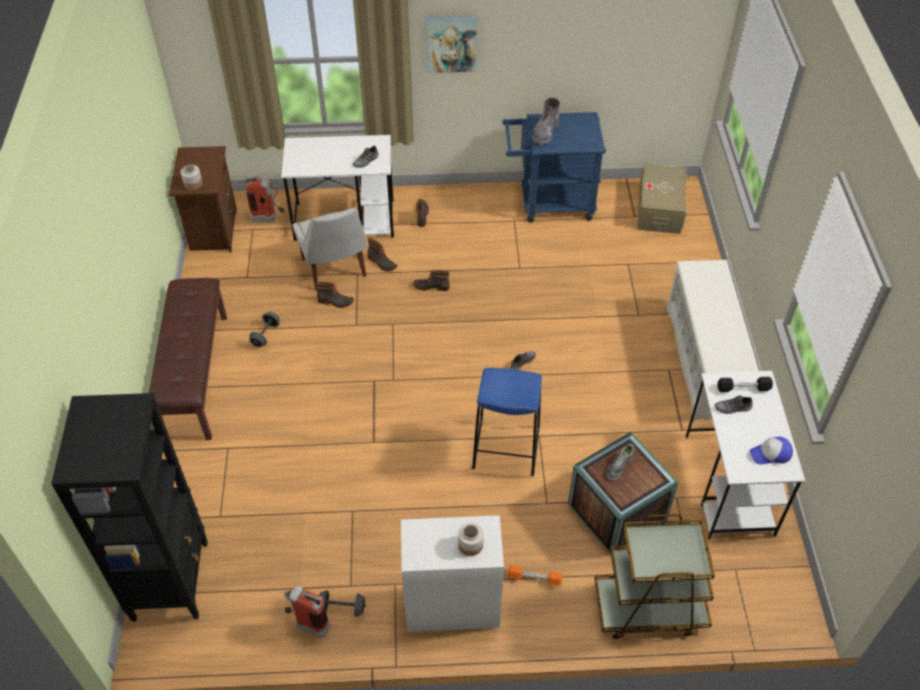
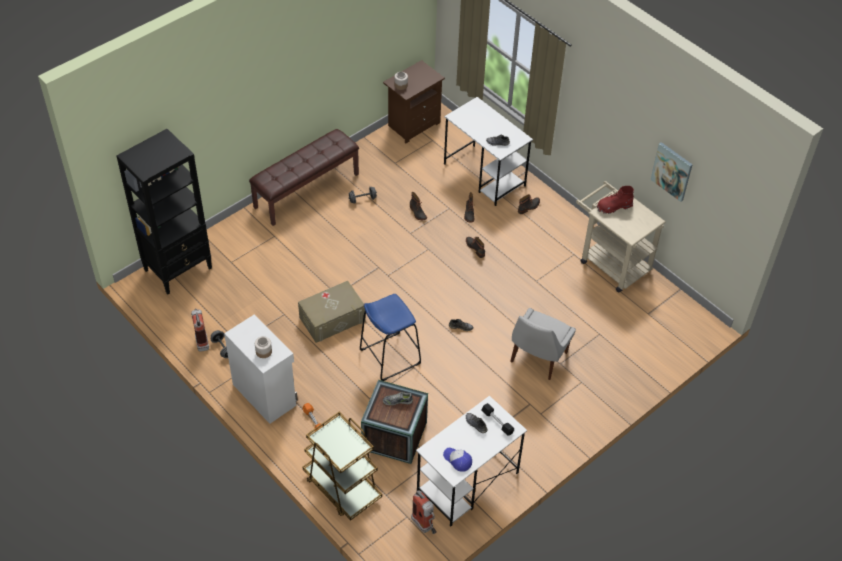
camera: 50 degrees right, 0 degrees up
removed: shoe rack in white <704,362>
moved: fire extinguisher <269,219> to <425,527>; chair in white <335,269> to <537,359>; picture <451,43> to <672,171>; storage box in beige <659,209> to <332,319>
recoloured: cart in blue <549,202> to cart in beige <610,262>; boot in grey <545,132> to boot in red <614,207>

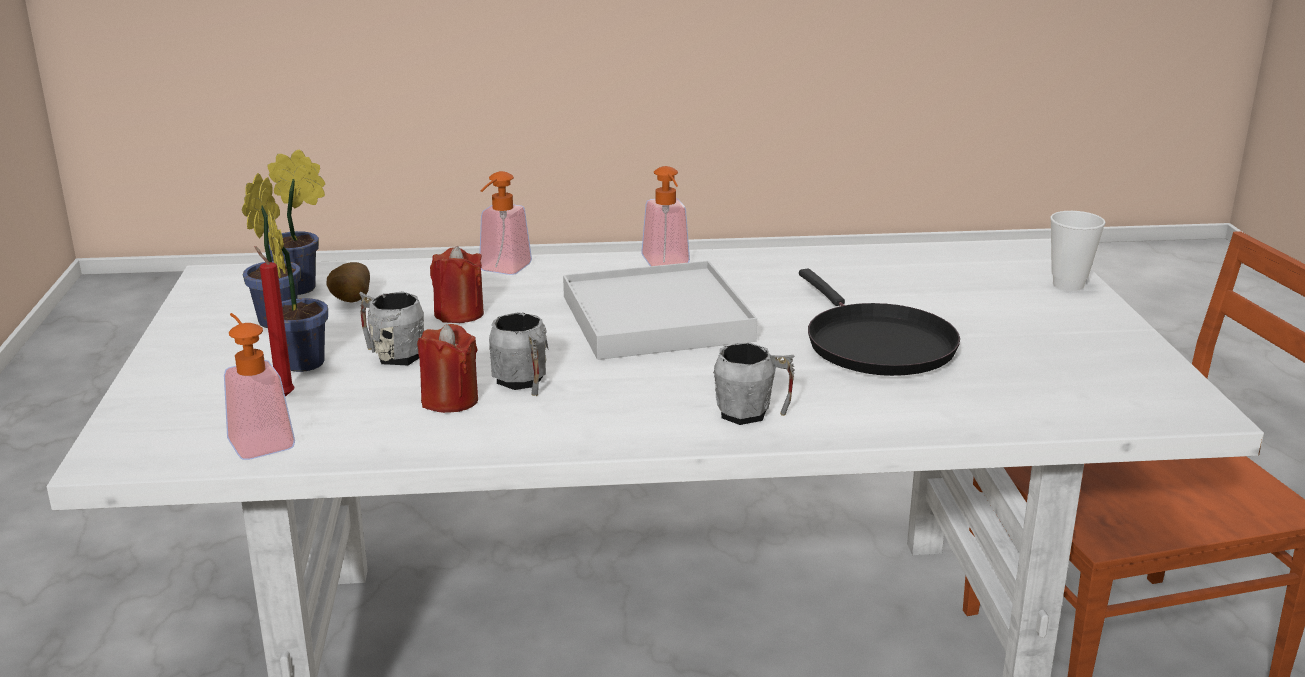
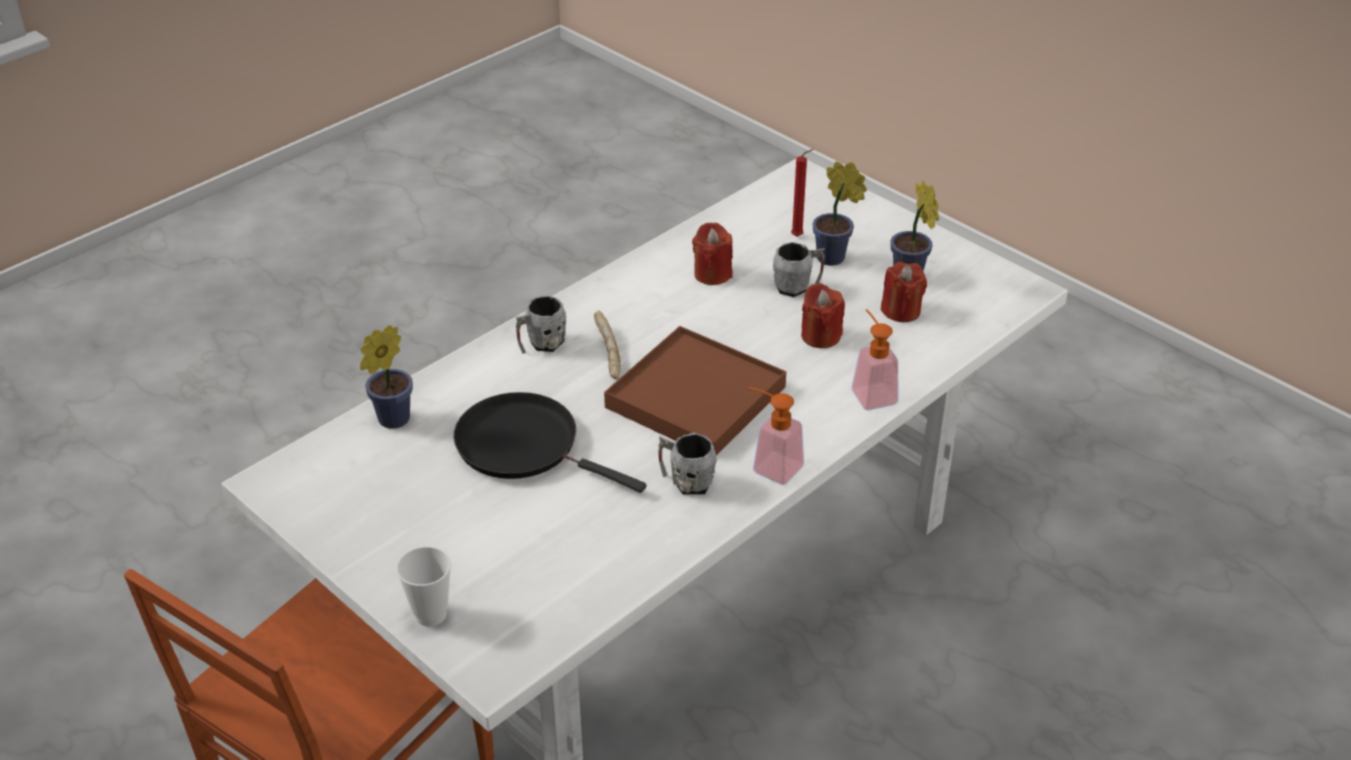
camera: 140 degrees right, 15 degrees up
removed: soap dispenser <258,439>
added: bread <606,352>
moved: potted plant <302,288> to <390,421>; mug in grey <523,383> to <686,481>
replaced: potato <349,303> to candle in red <901,311>
recoloured: tray in white <656,318> to tray in brown <695,397>

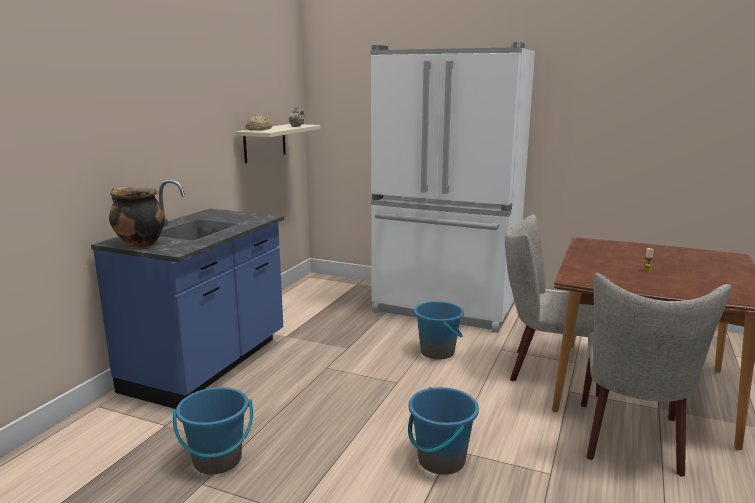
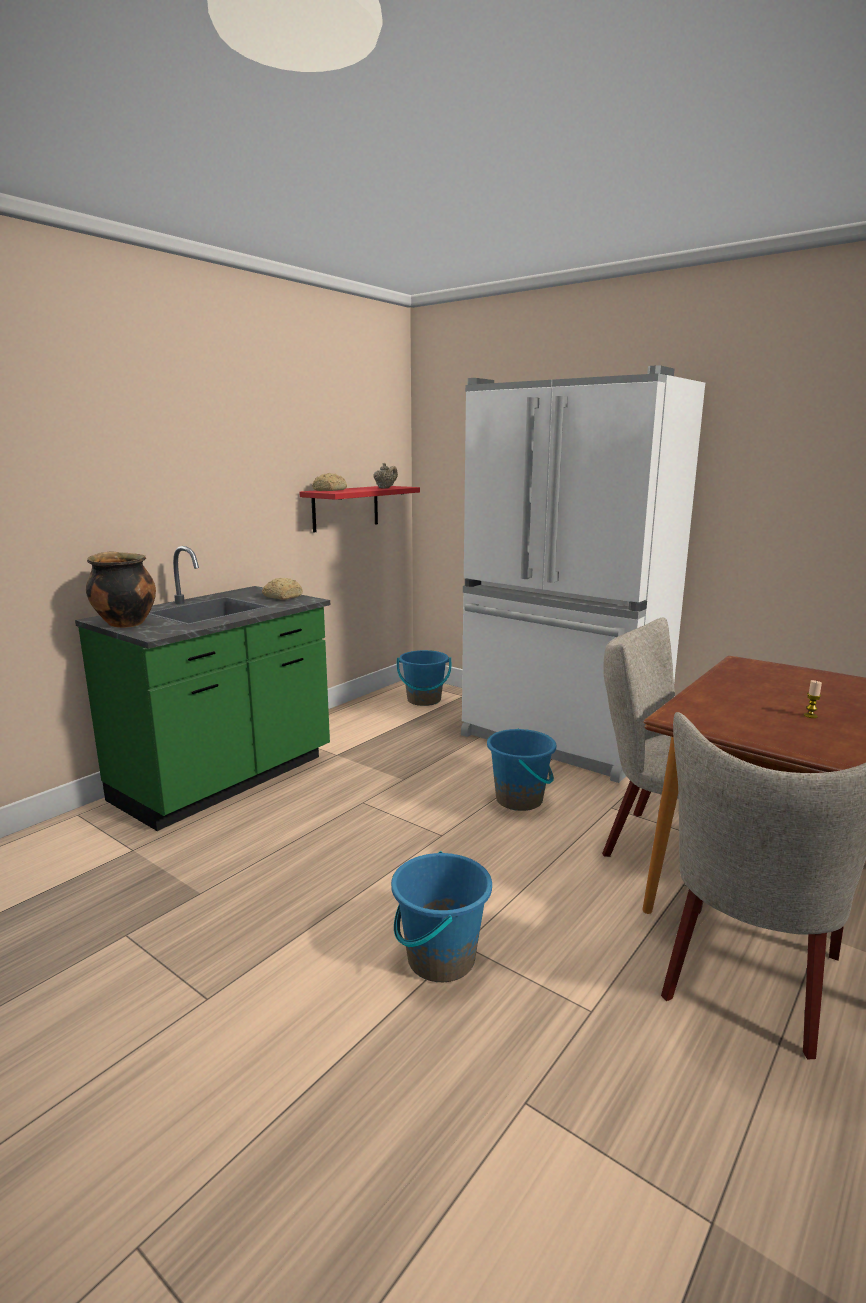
camera: 15 degrees right, 0 degrees up
added: bread <282,597>
moved: bucket in blue <217,460> to <424,700>
recoloured: counter in blue <208,365> to counter in green <226,780>; shelf in beige <265,143> to shelf in red <345,508>

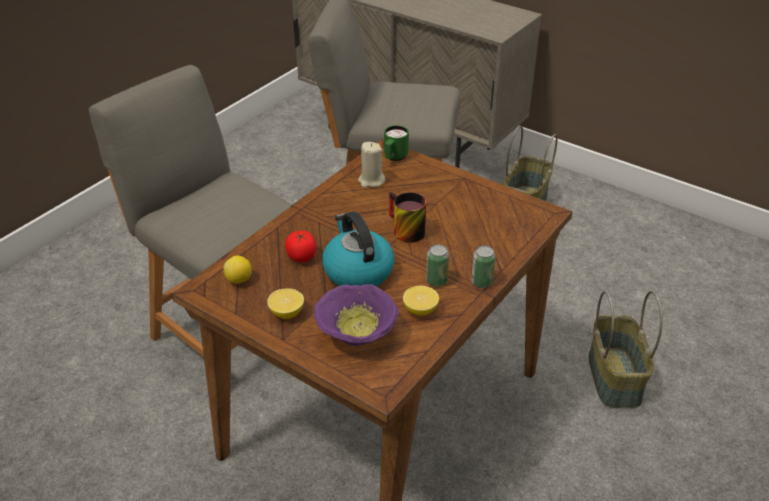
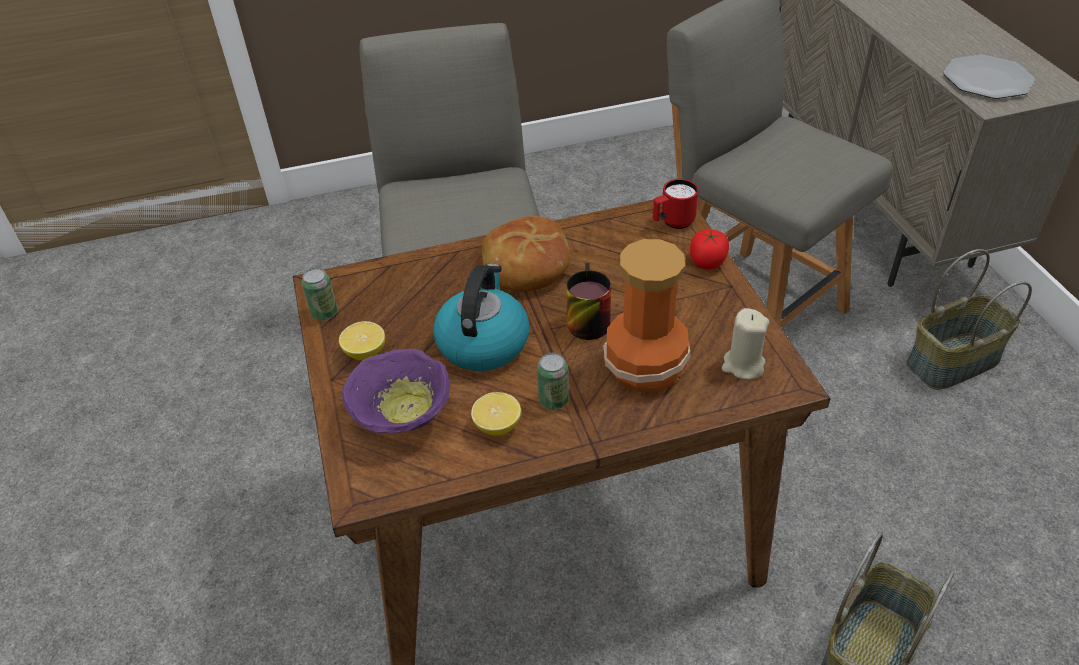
camera: 40 degrees right, 5 degrees up
removed: lemon <239,280>
added: bread <526,266>; vase <646,368>; plate <987,79>
moved: tomato <301,256> to <707,262>; candle in beige <371,181> to <743,365>; can <481,282> to <324,313>
recoloured: mug in green <394,158> to mug in red <672,223>

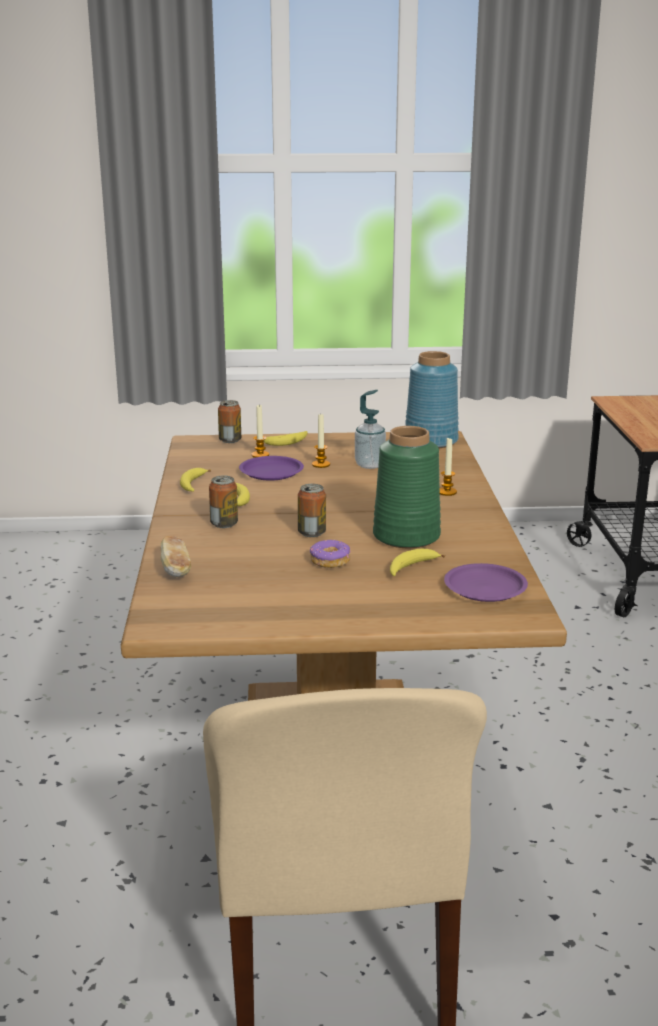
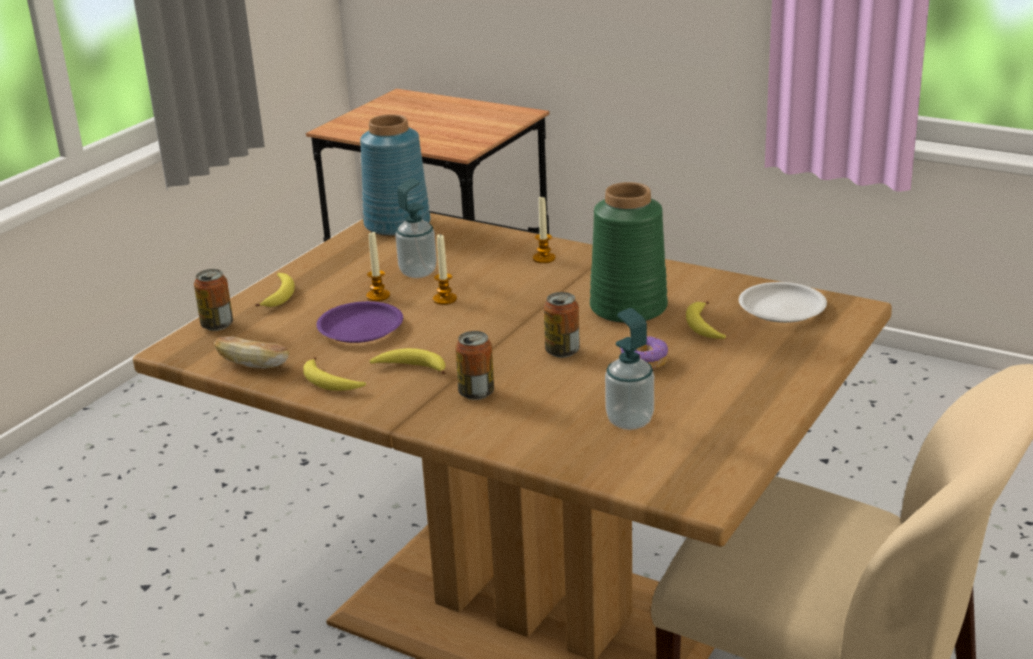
camera: 55 degrees left, 5 degrees up
added: soap dispenser <629,421>
moved: bread <176,569> to <253,365>; candle <260,455> to <444,299>
recoloured: plate in purple <486,588> to plate in white <782,308>

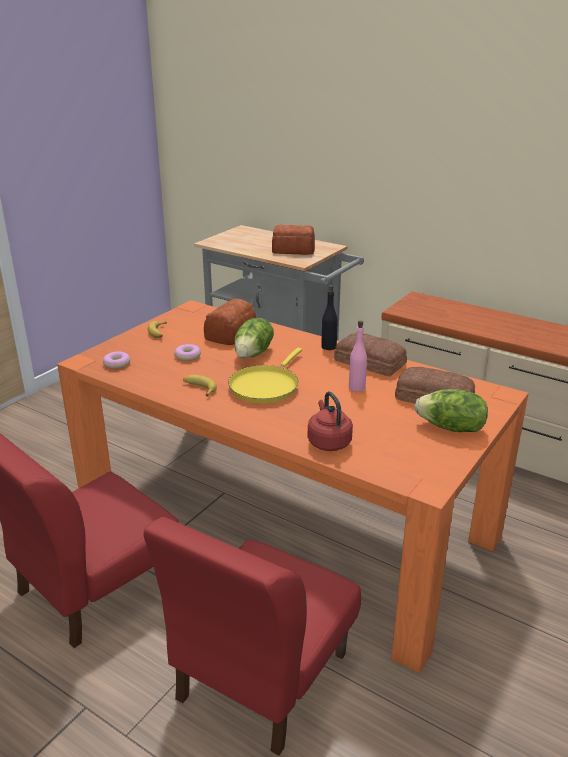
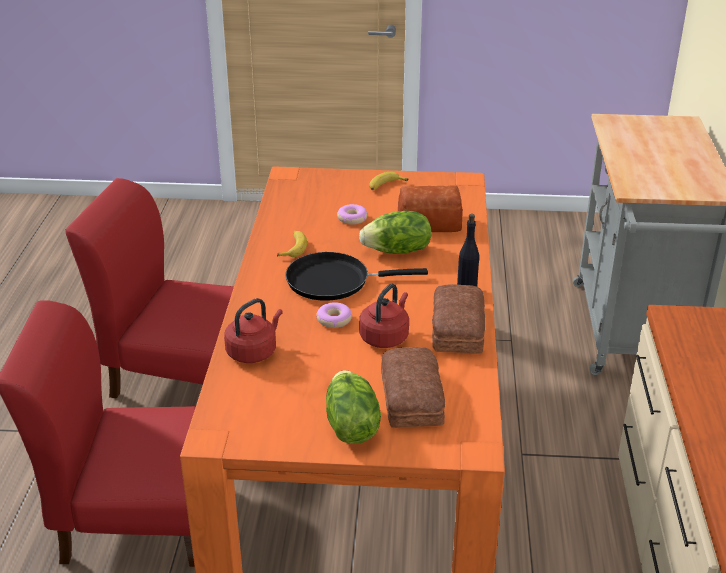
camera: 60 degrees right, 5 degrees up
removed: bread <294,250>
moved: donut <117,364> to <334,320>
replaced: bottle in pink <357,387> to kettle in red <385,337>
recoloured: frying pan in yellow <266,386> to frying pan in black <334,281>

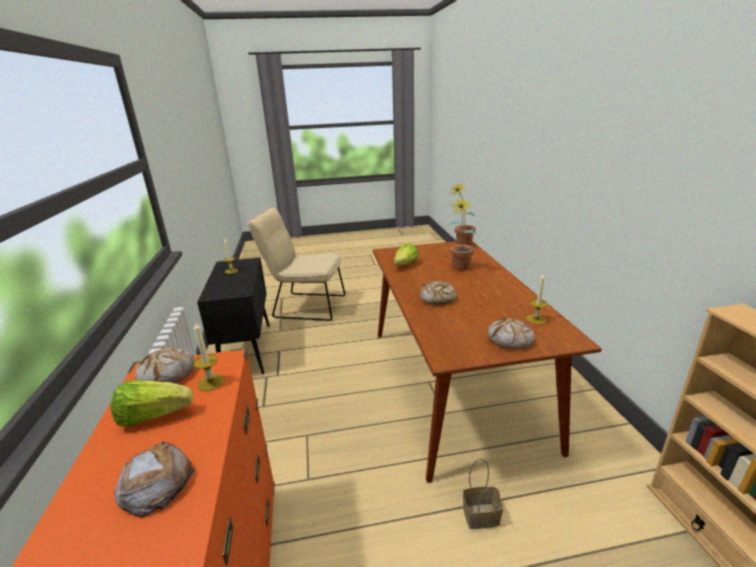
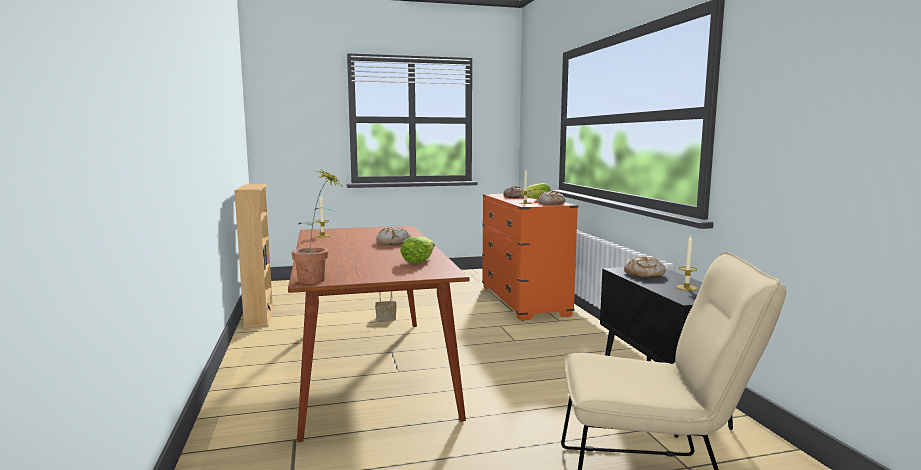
camera: 175 degrees right, 15 degrees down
removed: potted plant <460,269>
moved: bread <510,339> to <643,274>

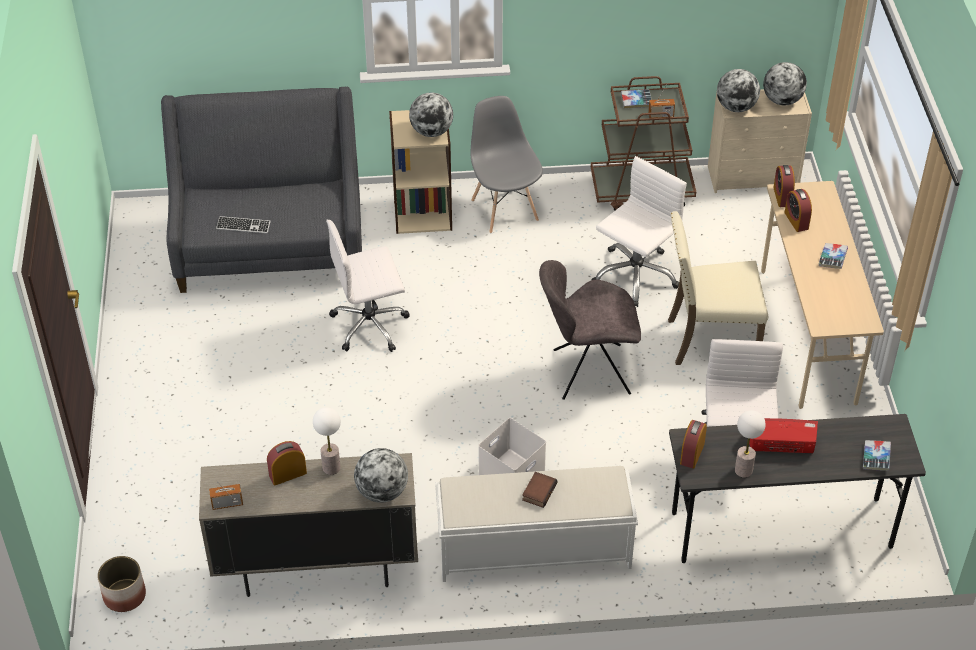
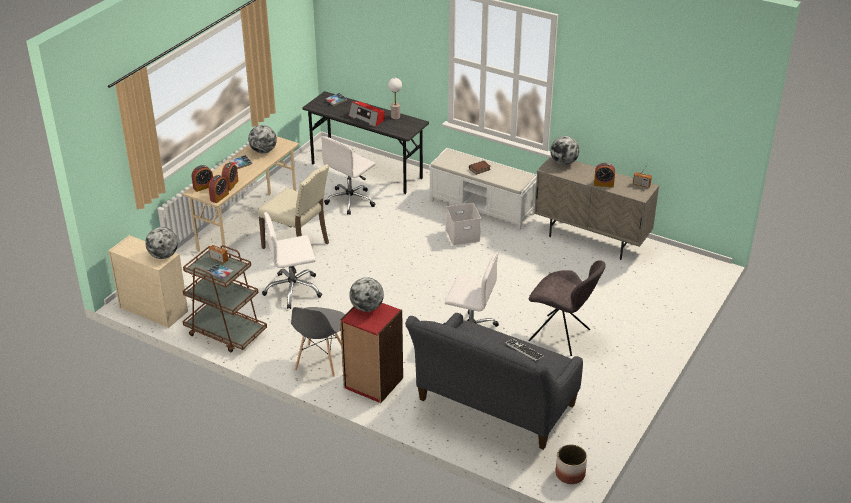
camera: 145 degrees left, 10 degrees down
removed: table lamp <331,468>
moved: planter <124,595> to <570,474>; chair in grey <587,372> to <561,336>; alarm clock <692,454> to <203,187>; globe <782,100> to <263,151>
recoloured: bookcase in beige <422,213> to bookcase in red <373,383>

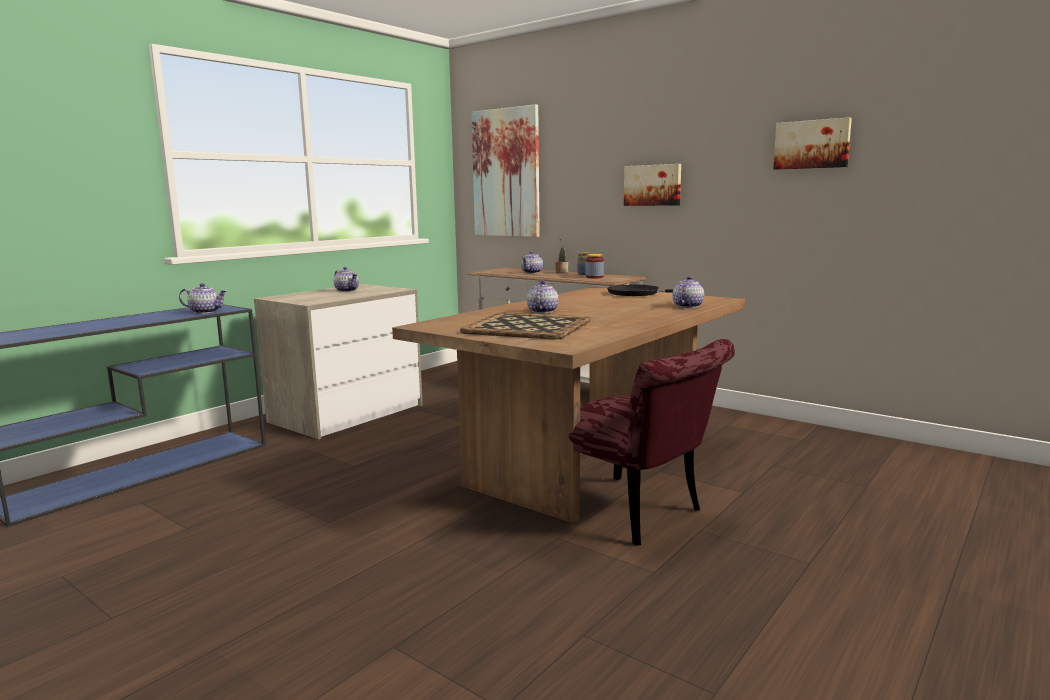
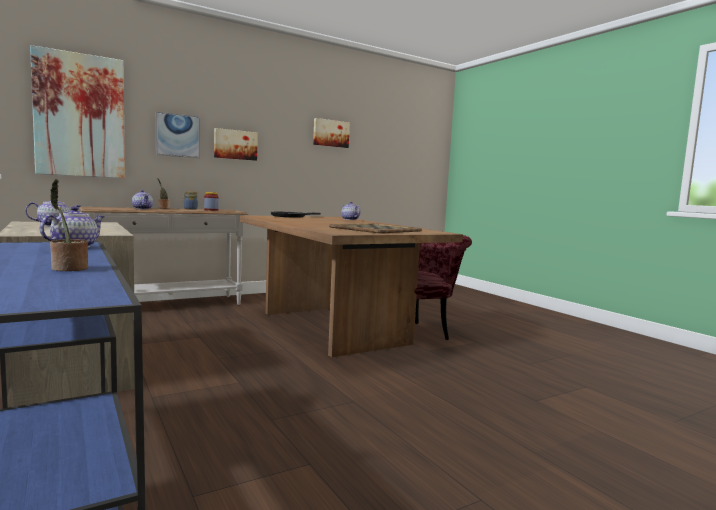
camera: 70 degrees left, 5 degrees down
removed: teapot <542,311>
added: potted plant <68,269>; picture <177,135>

